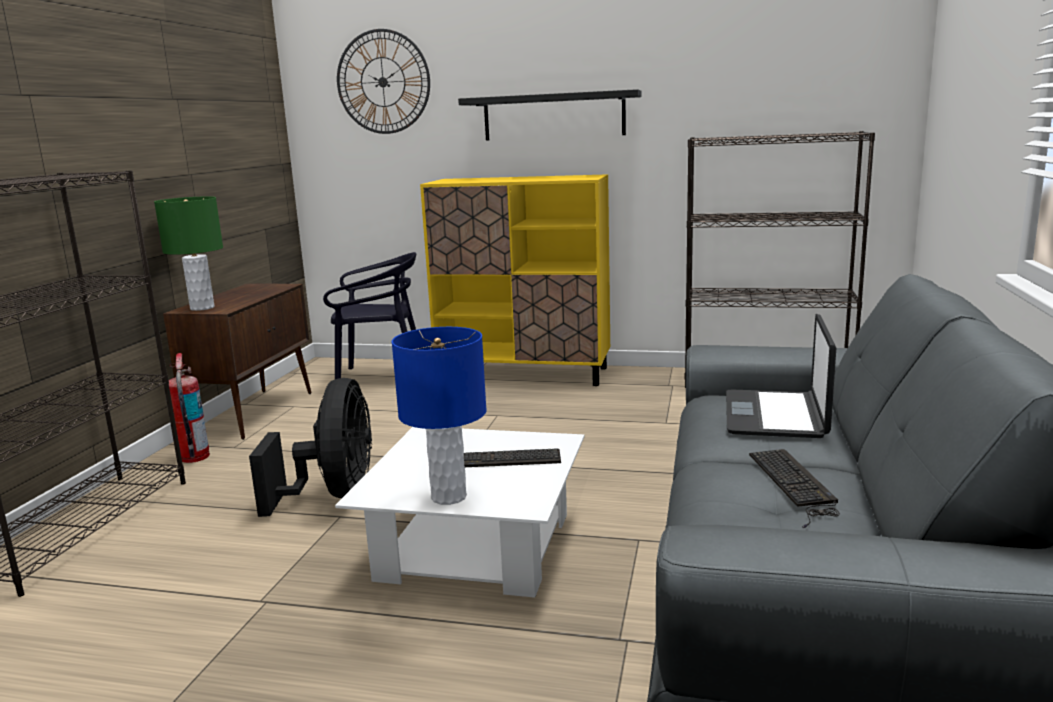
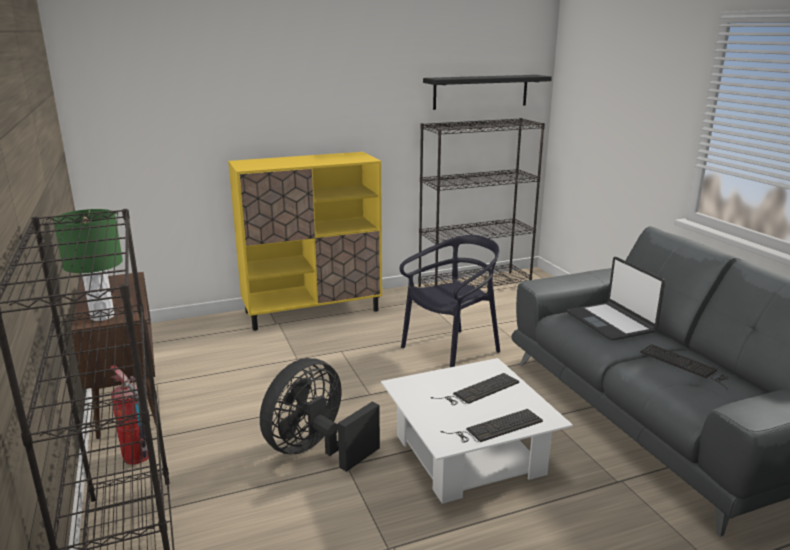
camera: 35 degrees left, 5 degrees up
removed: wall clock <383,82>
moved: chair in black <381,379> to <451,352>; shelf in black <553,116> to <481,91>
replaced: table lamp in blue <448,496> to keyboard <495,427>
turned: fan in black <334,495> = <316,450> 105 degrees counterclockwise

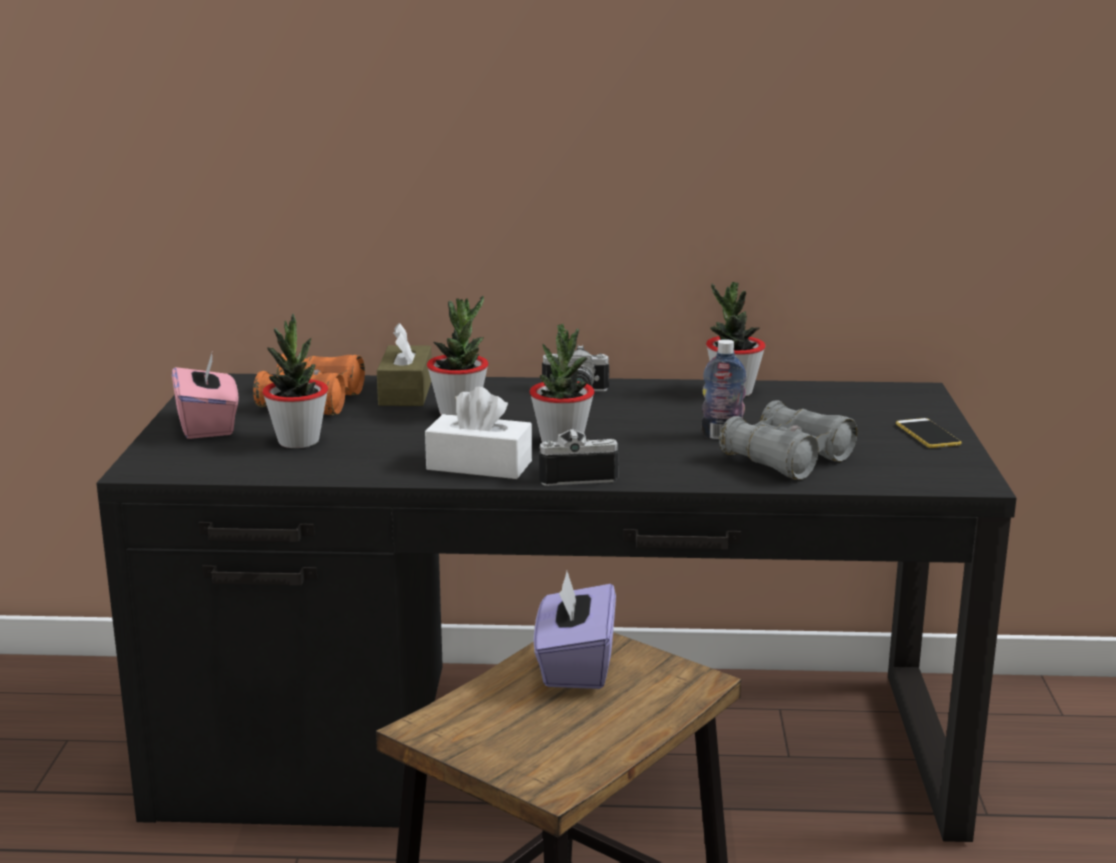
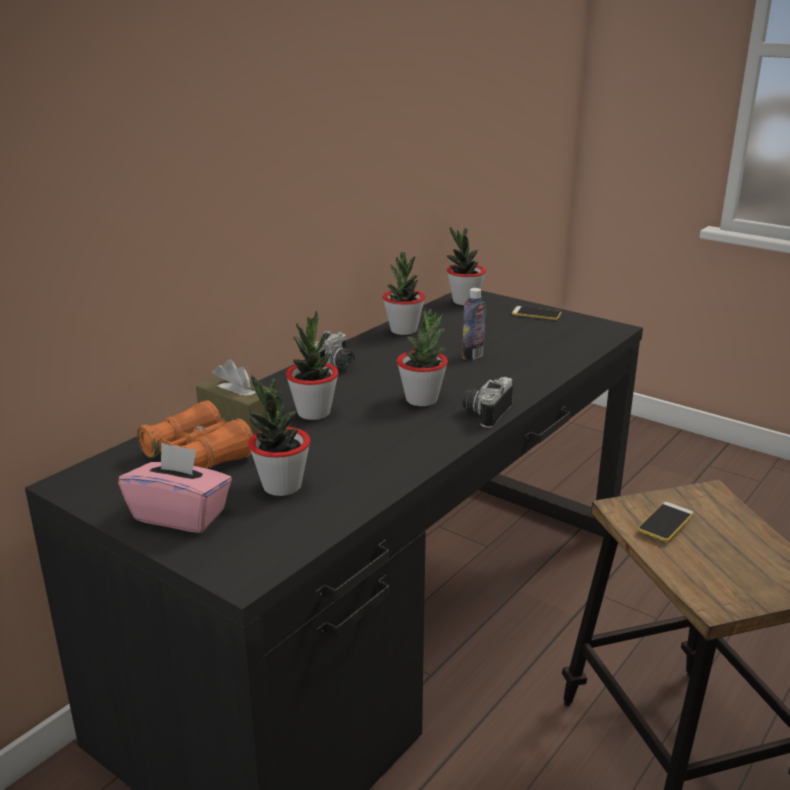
camera: 55 degrees left, 5 degrees up
removed: tissue box in white <479,465>; binoculars in grey <787,459>
added: potted plant <464,301>
replaced: tissue box in purple <575,665> to phone <665,522>

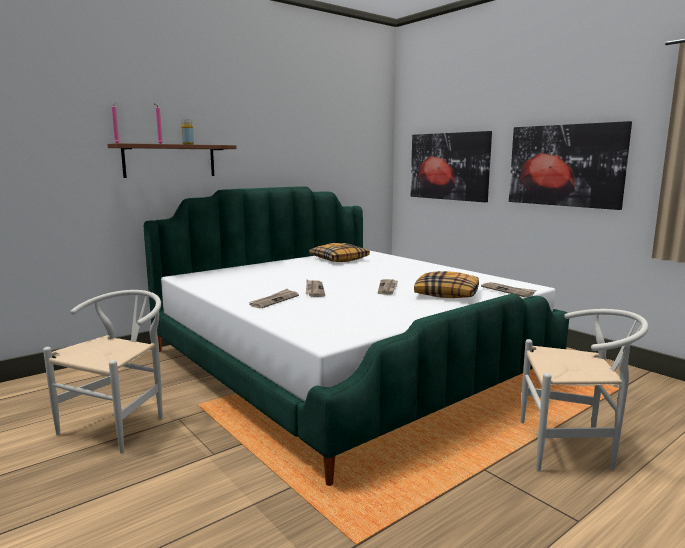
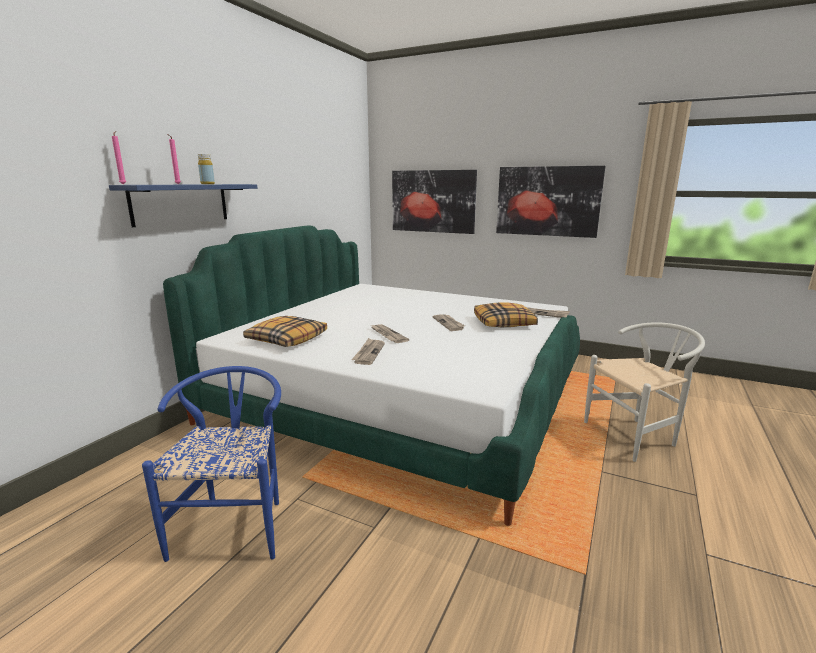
camera: 25 degrees left, 5 degrees up
moved: pillow <339,259> to <286,339>
recoloured: chair in white <120,424> to chair in blue <236,524>; shelf in brown <170,161> to shelf in blue <181,203>

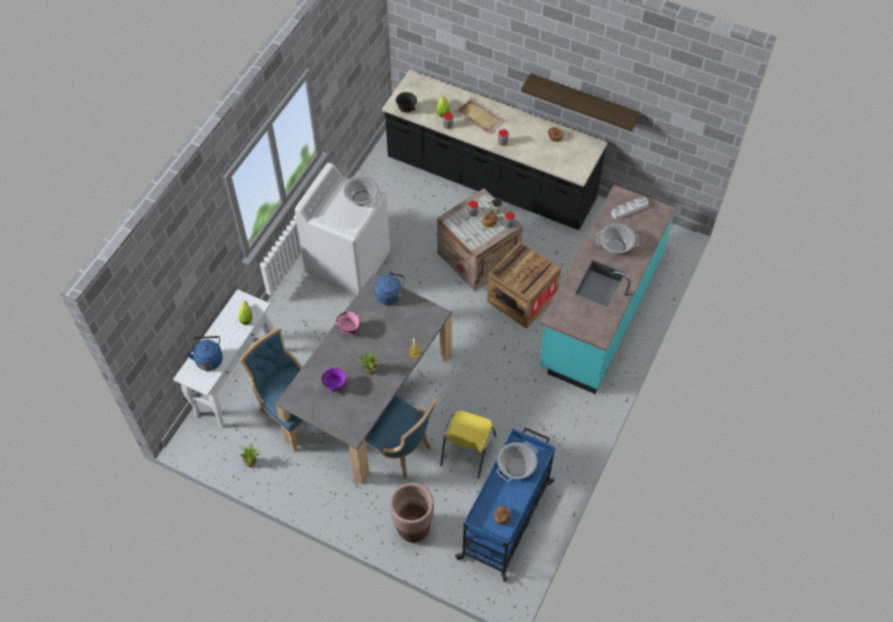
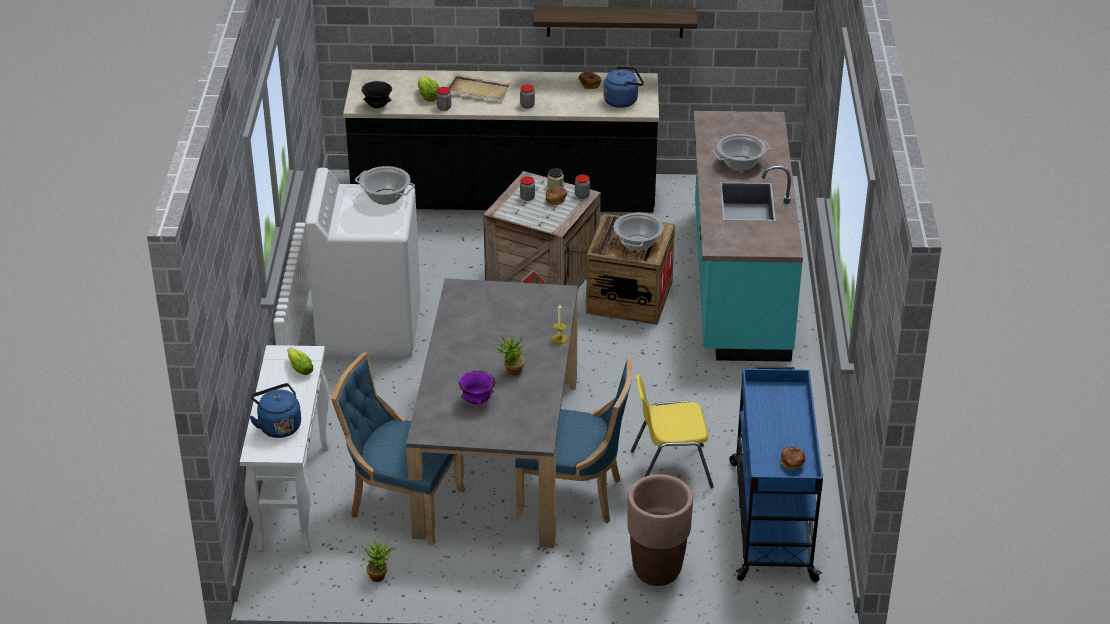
camera: 25 degrees left, 20 degrees down
removed: bowl in pink <349,330>; tray in grey <629,209>
moved: kettle in blue <390,295> to <622,100>; cooking pot <516,467> to <638,243>
turned: chair in yellow <467,451> = <669,468> 90 degrees clockwise

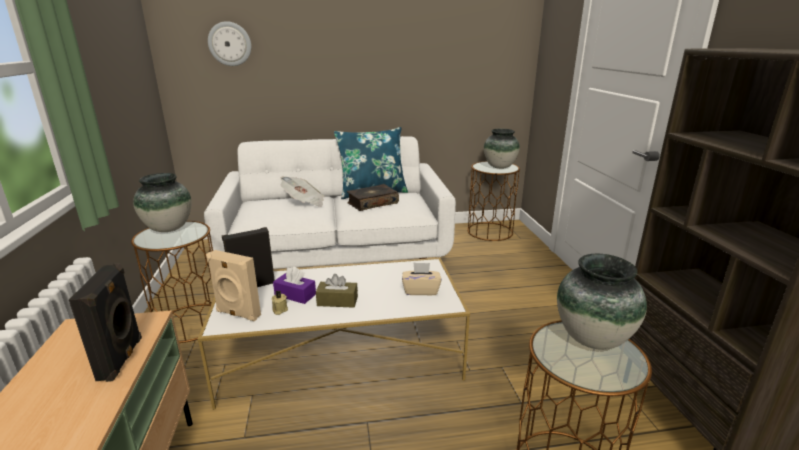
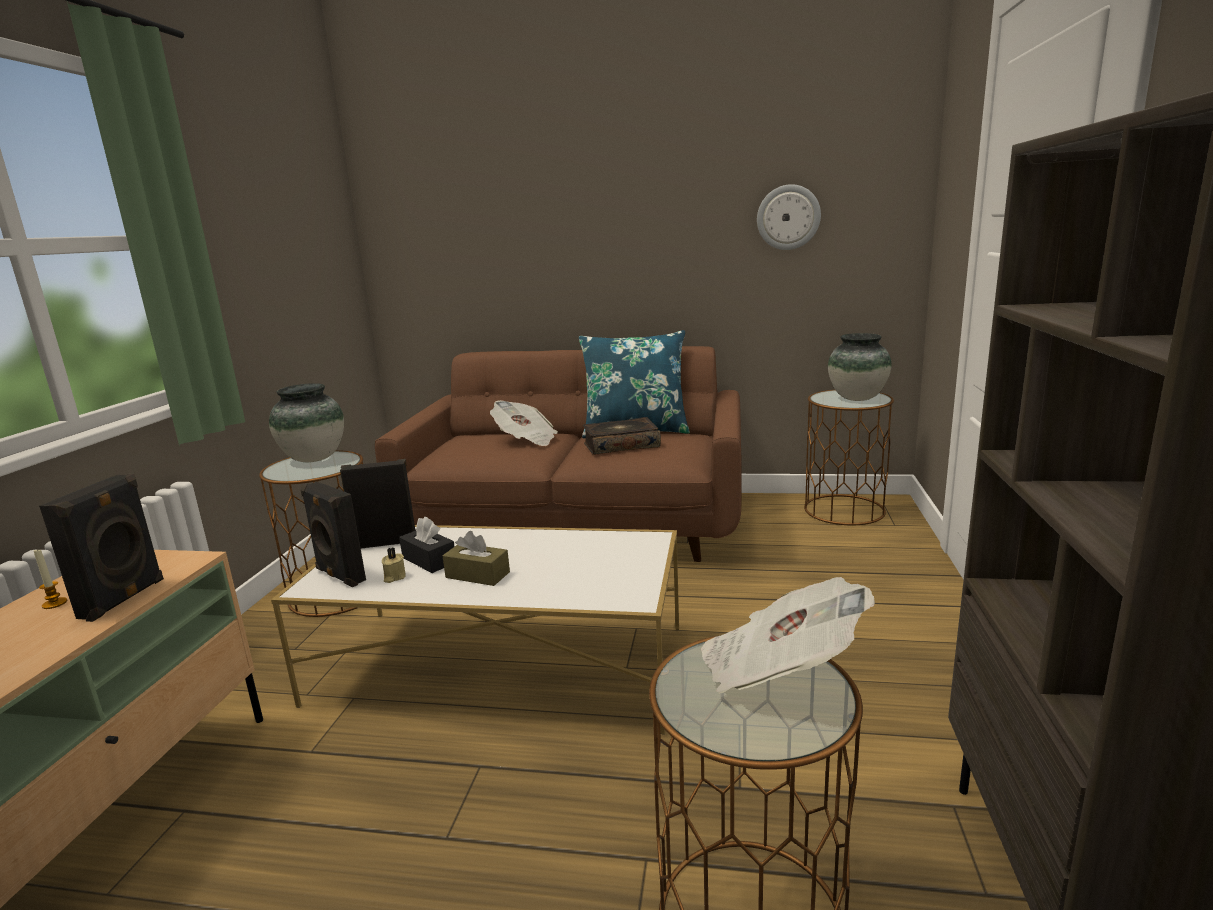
camera: 20 degrees right, 5 degrees down
removed: tissue box in beige <421,290>
added: candle <54,604>
moved: wall clock <230,44> to <788,217>
replaced: vase <592,339> to newspaper <778,670>
recoloured: sofa in white <337,254> to sofa in brown <579,524>; speaker in beige <237,314> to speaker in black <339,576>; tissue box in purple <295,295> to tissue box in black <429,560>

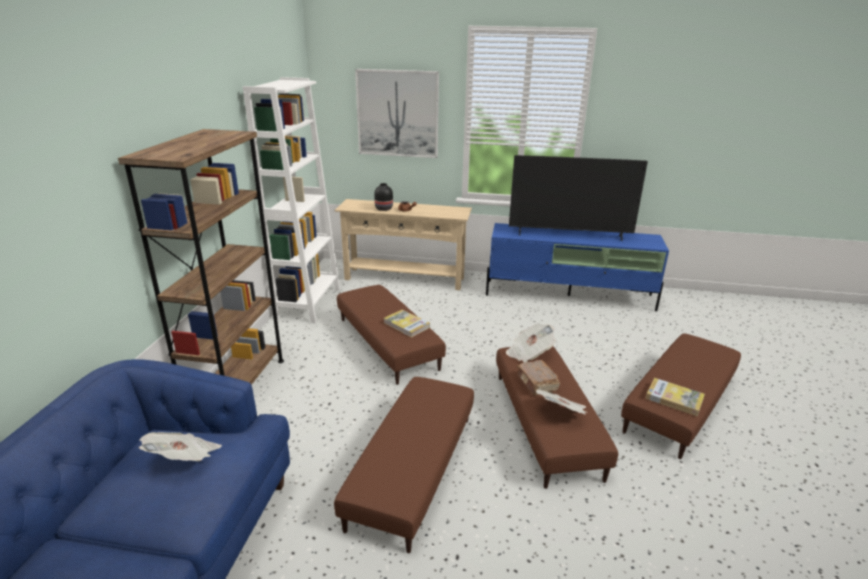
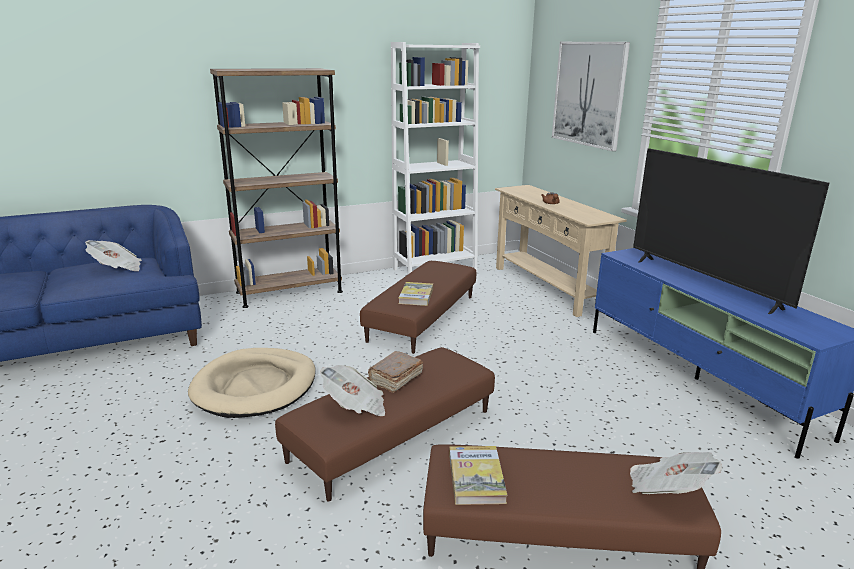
camera: 55 degrees right, 5 degrees down
removed: vase in black <384,209>
moved: newspaper <529,353> to <667,490>
replaced: ottoman in brown <412,469> to dog bed in beige <255,386>

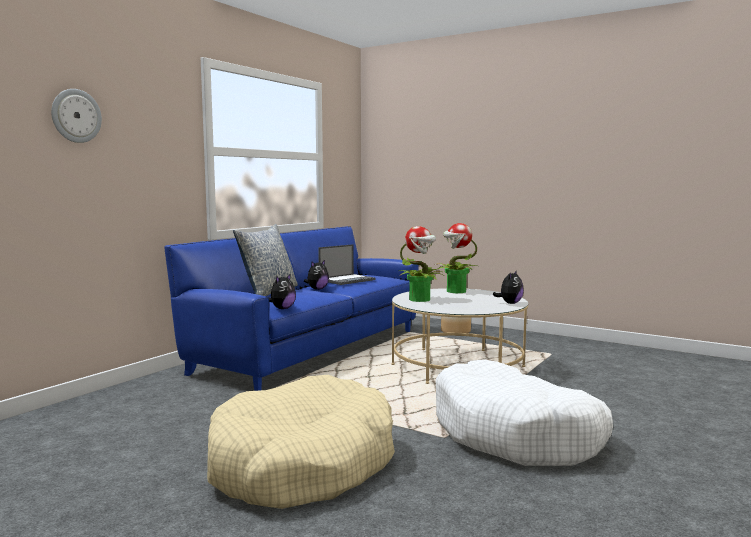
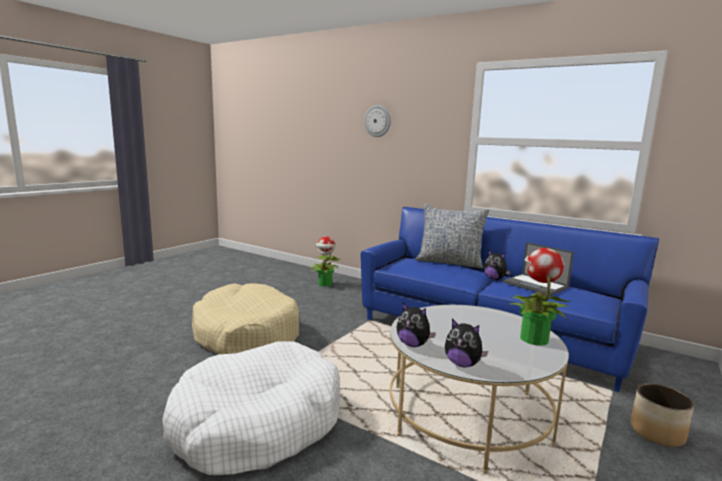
camera: 90 degrees right, 5 degrees up
moved: plush toy <282,308> to <413,344>; potted plant <420,299> to <325,284>

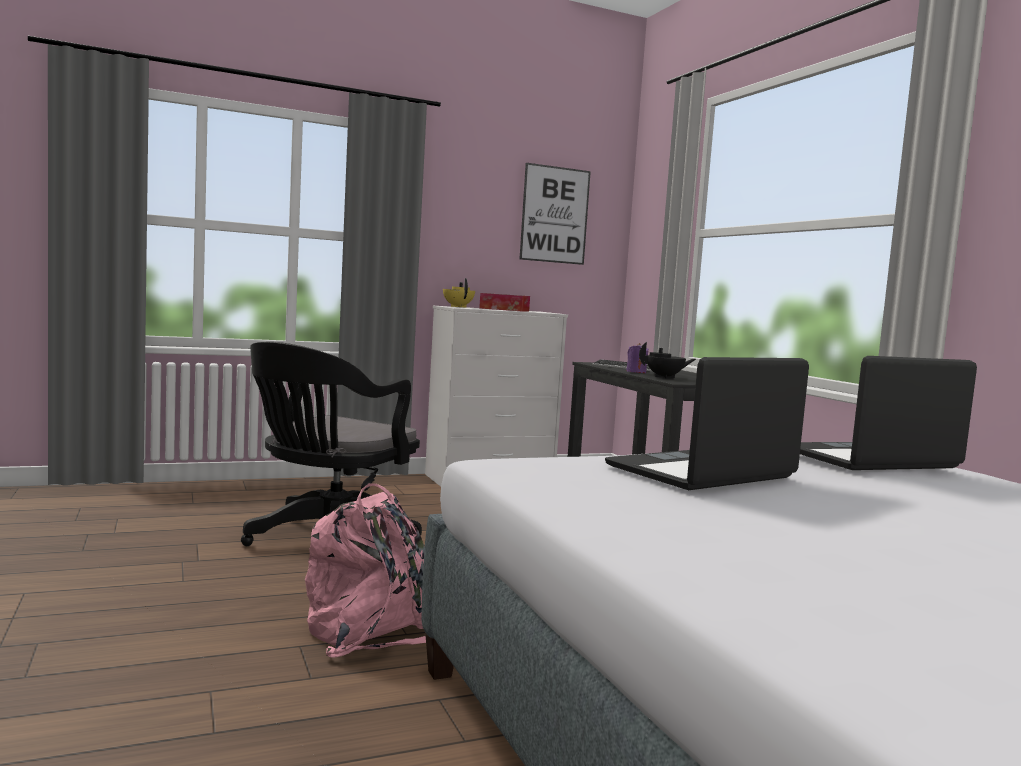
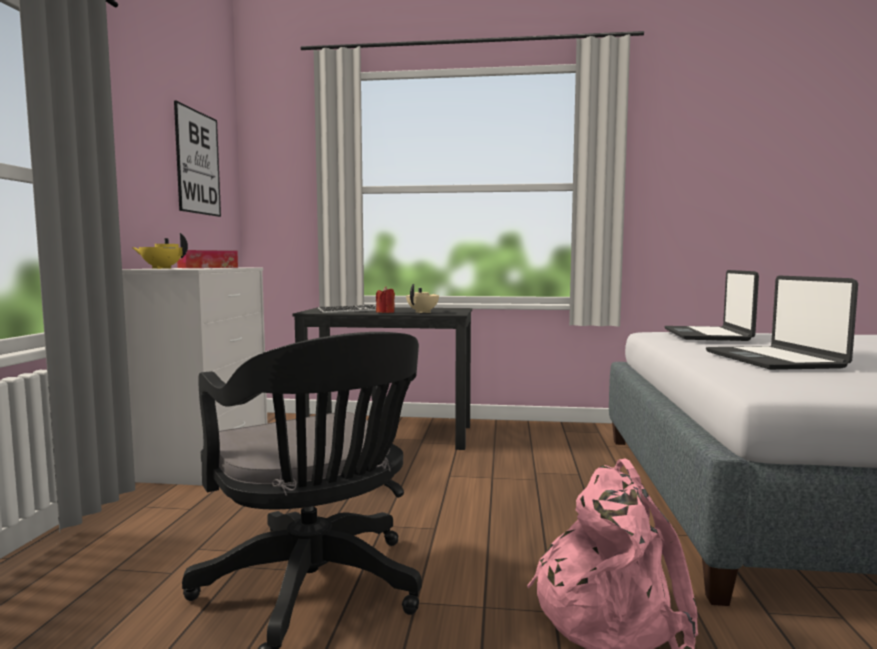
camera: 60 degrees left, 0 degrees up
recoloured: candle in purple <636,372> to candle in red <385,312>; teapot in black <665,377> to teapot in beige <423,312>

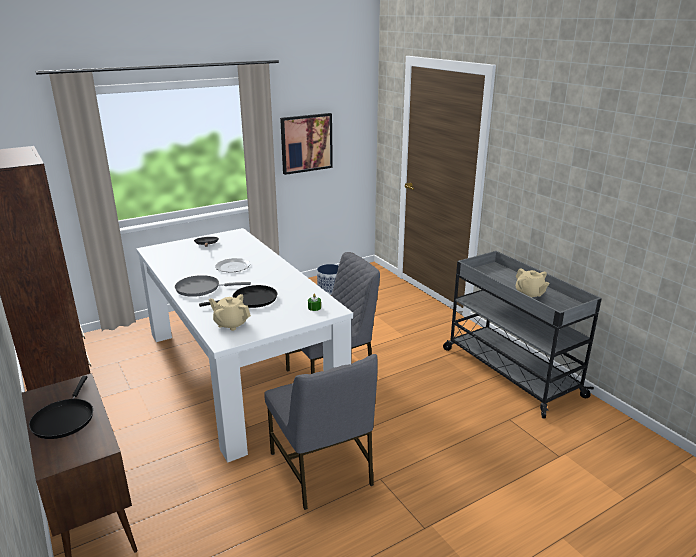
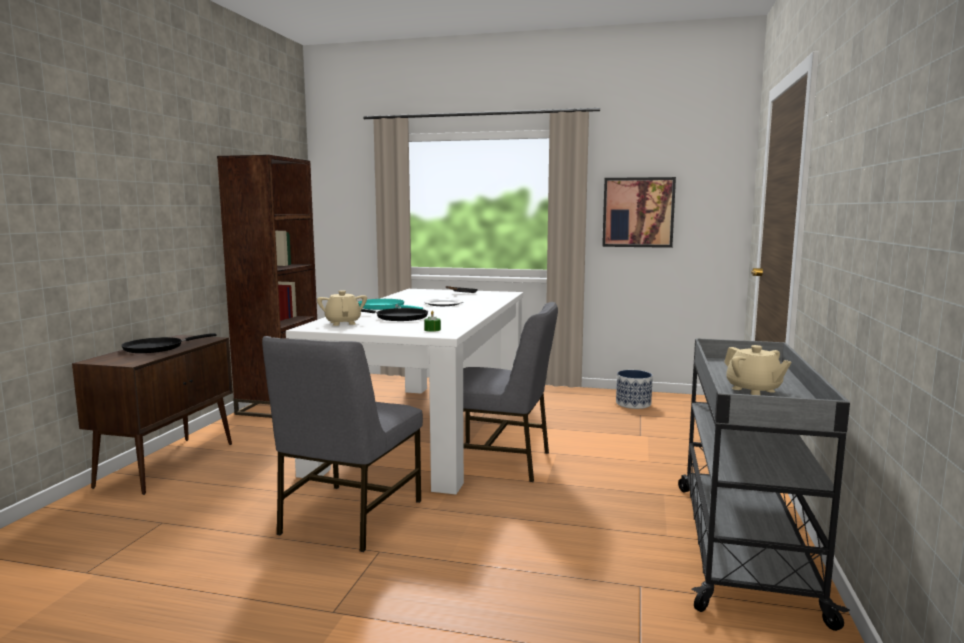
camera: 45 degrees right, 15 degrees down
recoloured: frying pan in grey <201,288> to frying pan in turquoise <384,307>
turned: teapot in beige <529,294> = <753,390> 45 degrees counterclockwise

